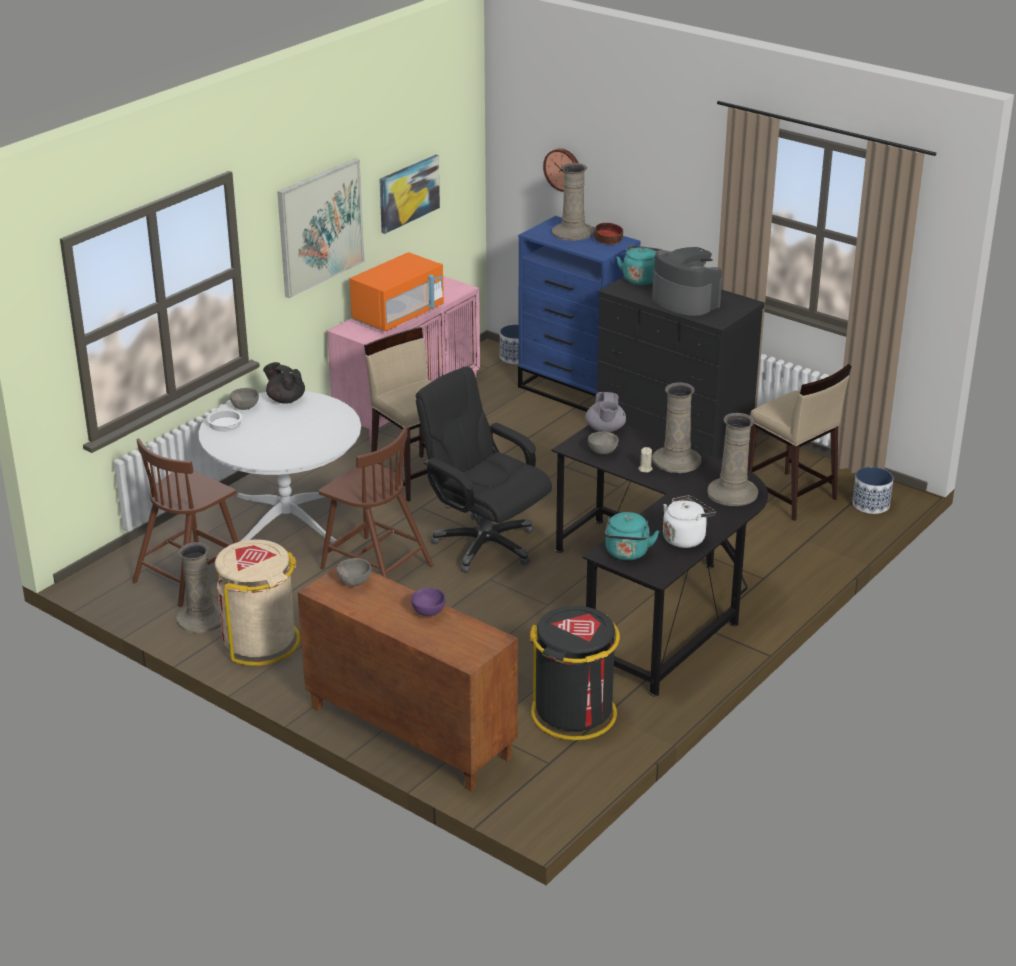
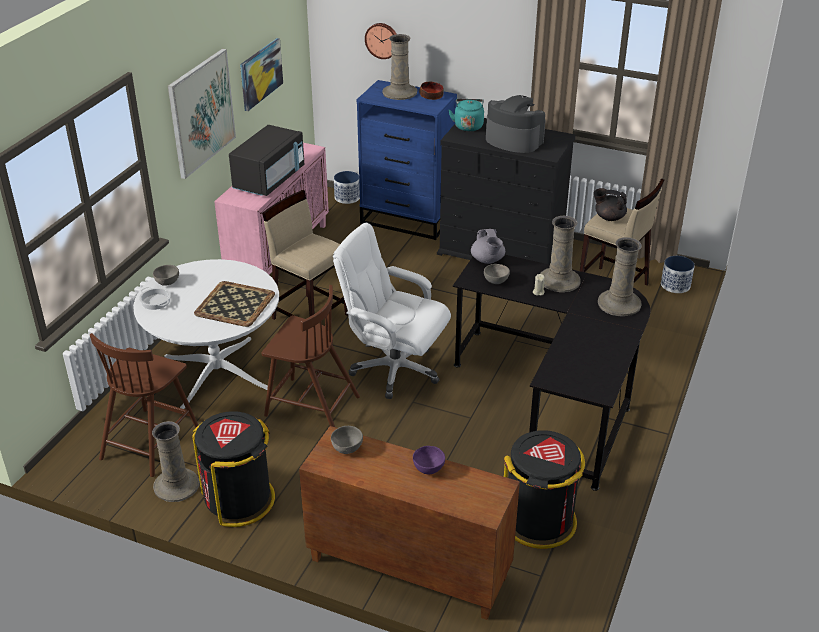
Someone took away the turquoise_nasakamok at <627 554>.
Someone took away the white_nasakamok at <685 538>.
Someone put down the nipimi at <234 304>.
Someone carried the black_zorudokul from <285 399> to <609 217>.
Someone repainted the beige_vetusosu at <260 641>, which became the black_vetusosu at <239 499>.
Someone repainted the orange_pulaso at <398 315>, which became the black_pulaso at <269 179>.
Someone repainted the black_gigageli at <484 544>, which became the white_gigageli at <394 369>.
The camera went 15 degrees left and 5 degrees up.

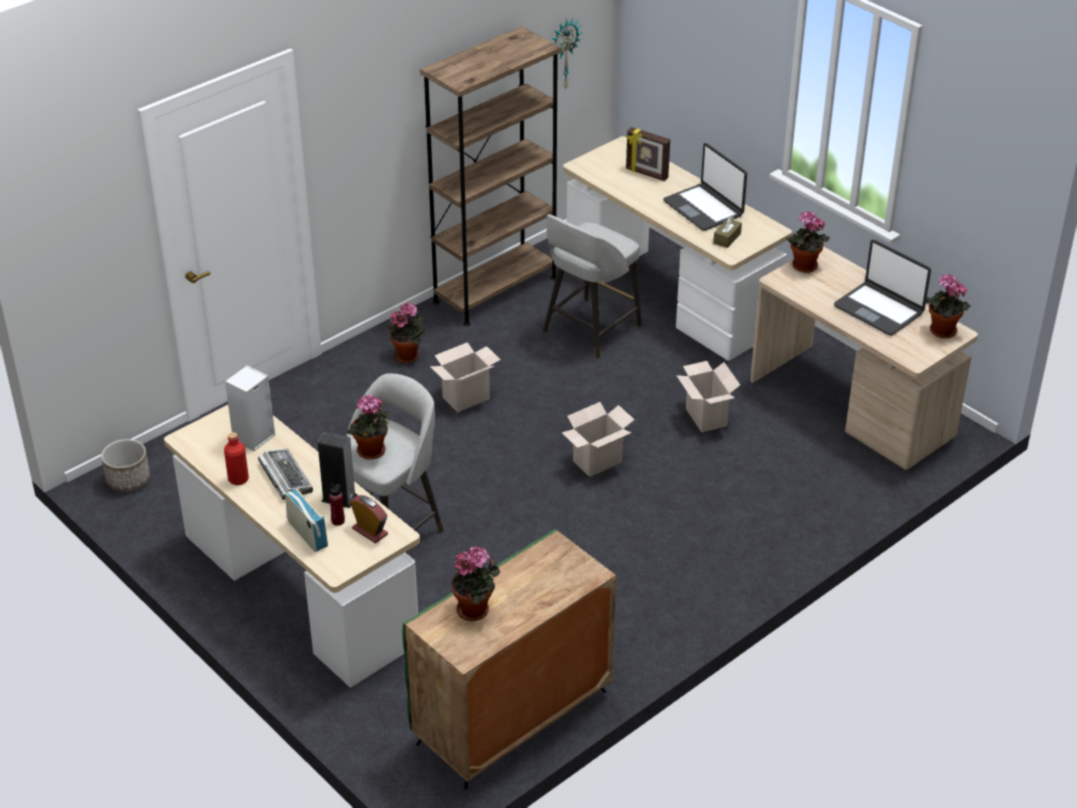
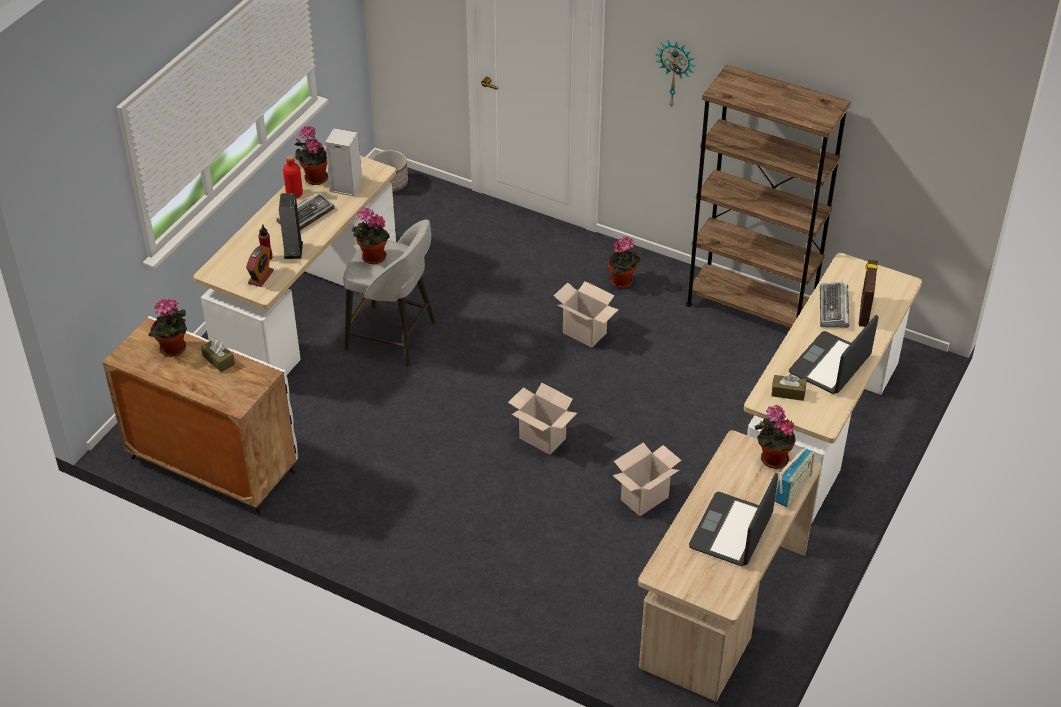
Someone took away the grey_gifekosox at <589 330>.
Someone put down the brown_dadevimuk at <218 360>.
Someone put down the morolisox at <833 309>.
Someone carried the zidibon from <307 534> to <793 489>.
Someone carried the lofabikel from <563 53> to <675 73>.
Someone carried the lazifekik from <941 332> to <314 177>.
Someone repainted the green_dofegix at <512 718>, which became the white_dofegix at <211 465>.
The camera went 70 degrees right and 5 degrees up.

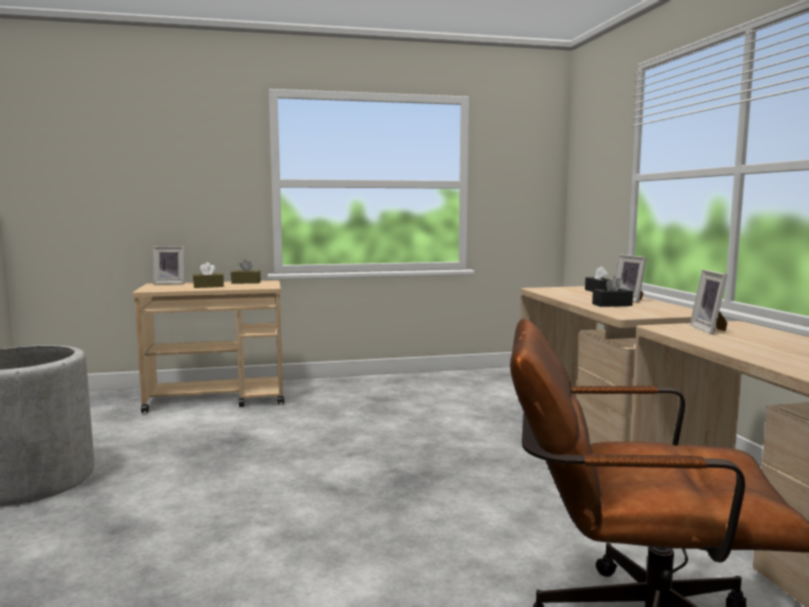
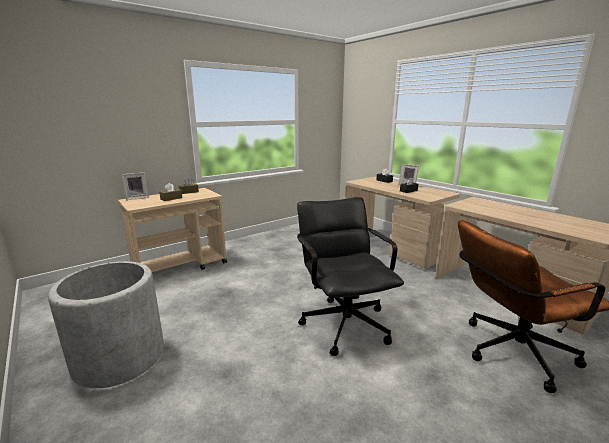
Someone took away the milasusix at <710 329>.
Someone put down the black_gigageli at <343 320>.
The camera went 25 degrees left and 10 degrees up.

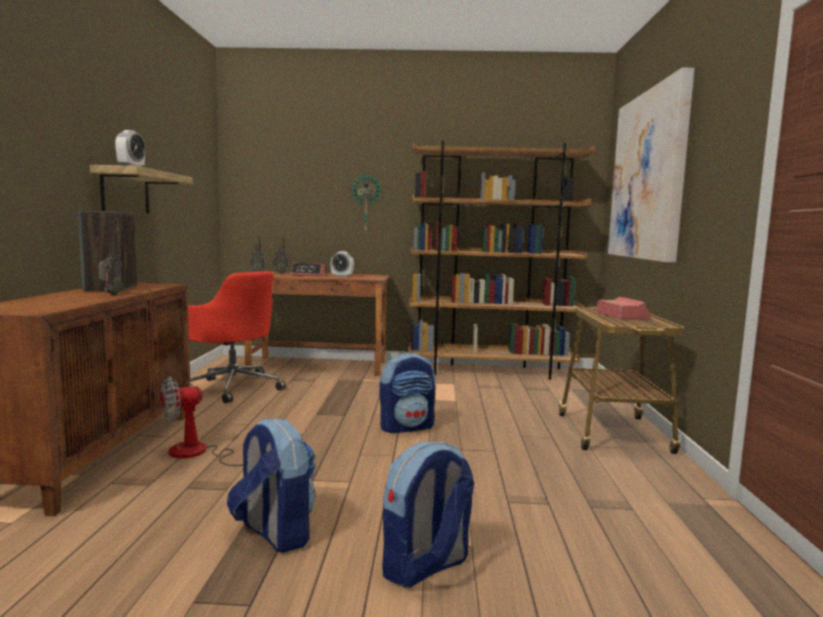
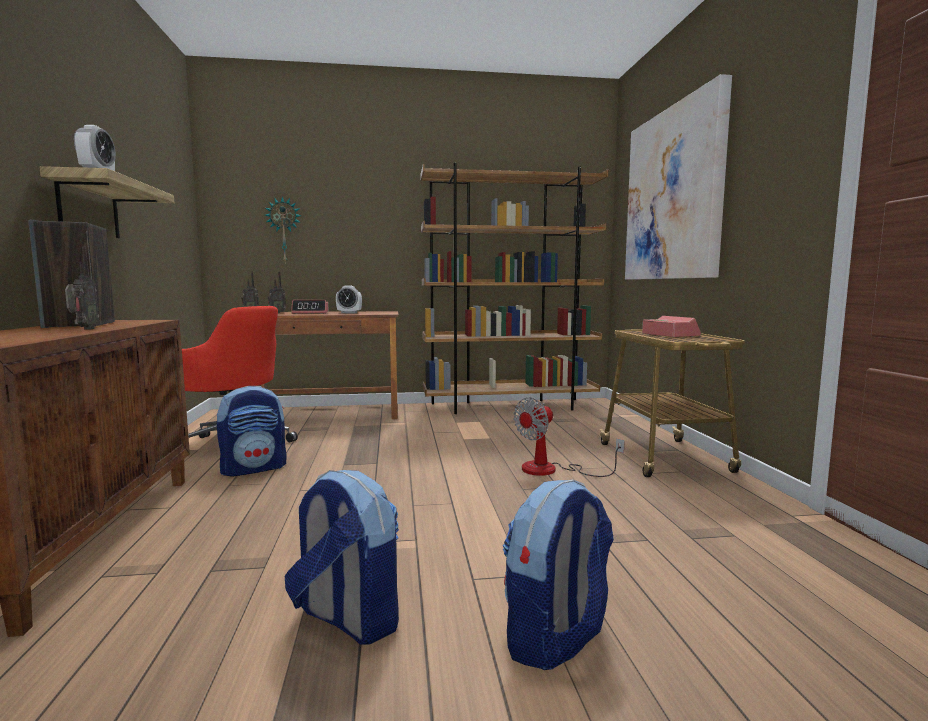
Someone carried the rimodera from <198 453> to <552 470>.
Someone carried the lofabikel from <366 203> to <284 230>.
Someone carried the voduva from <407 427> to <254 468>.
The camera went 10 degrees left and 0 degrees up.

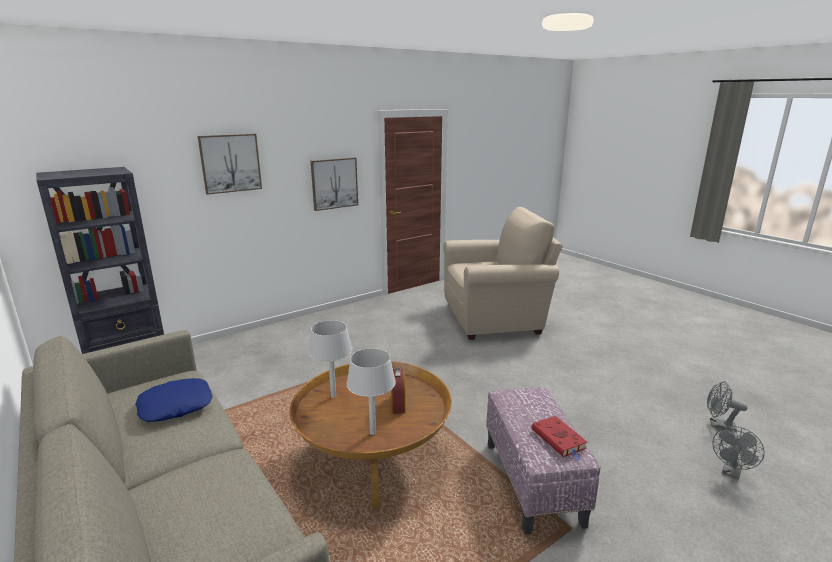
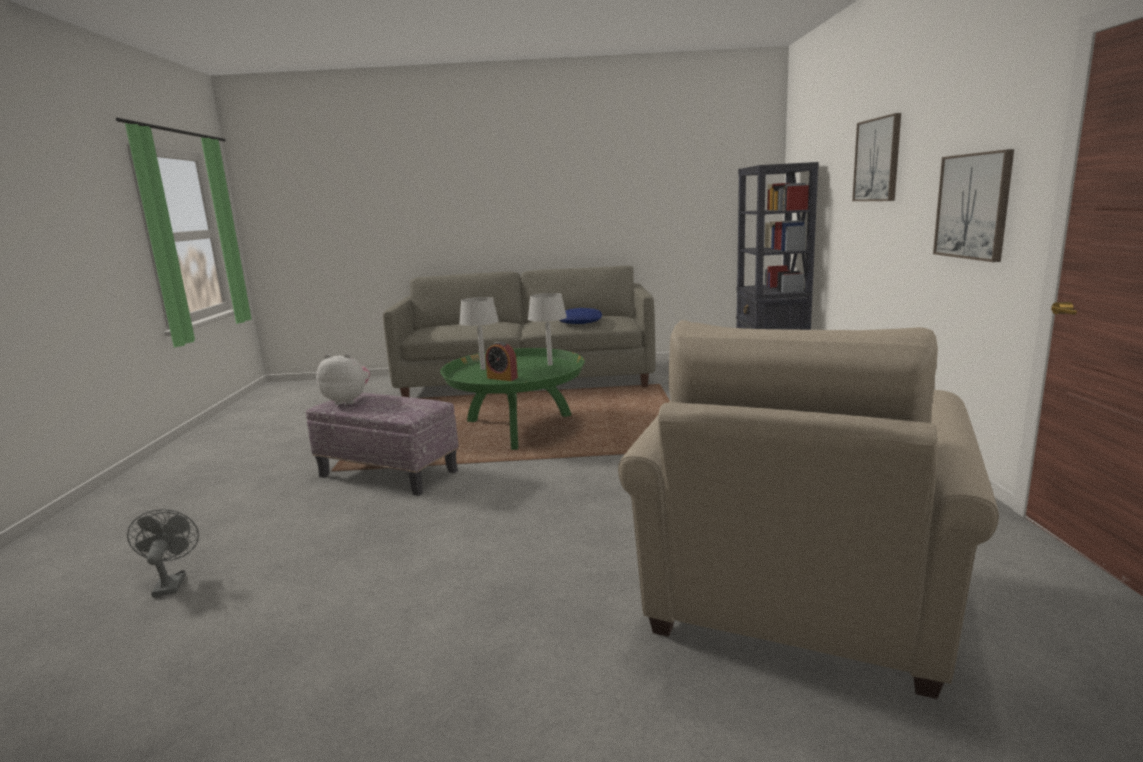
Someone took away the grey_rimodera at <718 425>.
Someone swapped the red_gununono at <559 440> for the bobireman at <348 401>.
Someone repainted the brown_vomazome at <374 460>, which became the green_vomazome at <518 428>.
The camera went 125 degrees right and 5 degrees down.

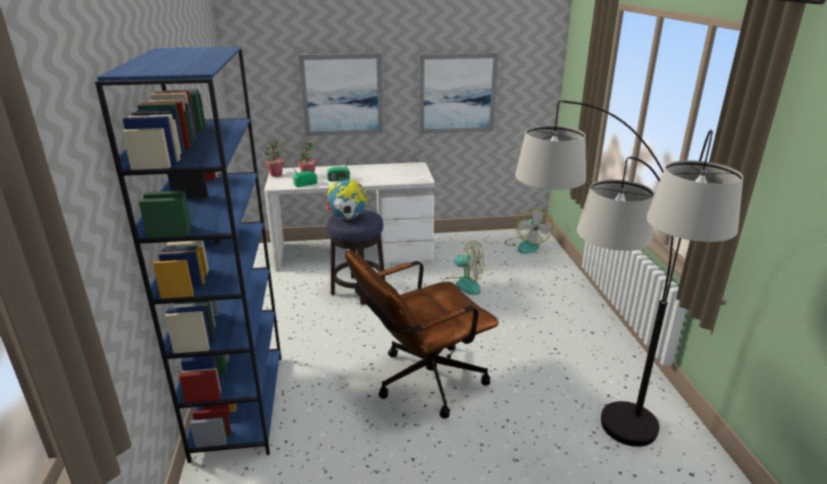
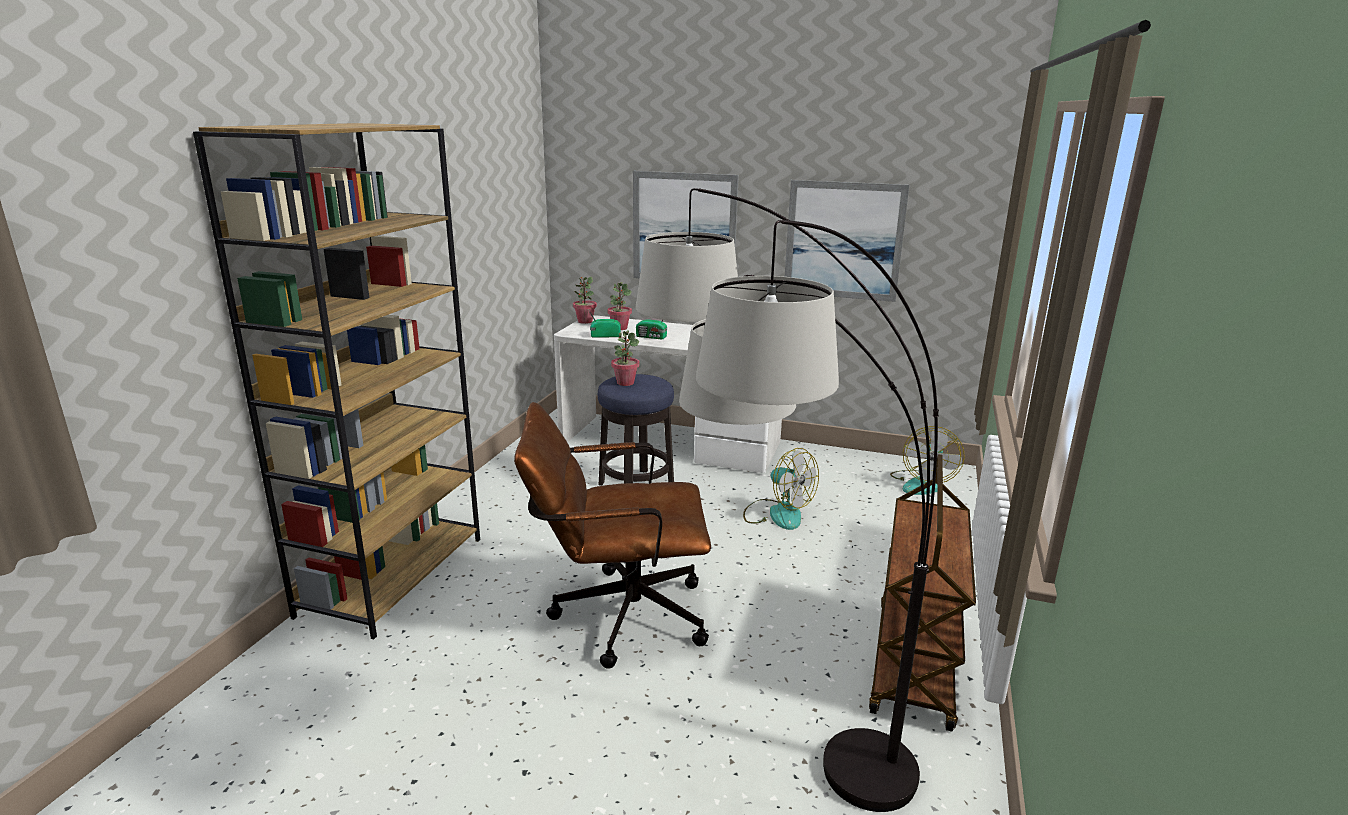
Someone put down the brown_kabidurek at <914 665>.
Someone swapped the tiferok at <347 218> for the lazifekik at <625 383>.
Someone repainted the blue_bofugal at <239 404>, which became the brown_bofugal at <393 575>.
The camera went 25 degrees right and 5 degrees down.

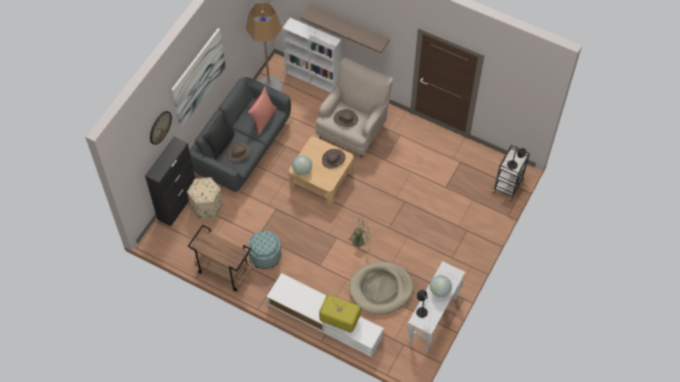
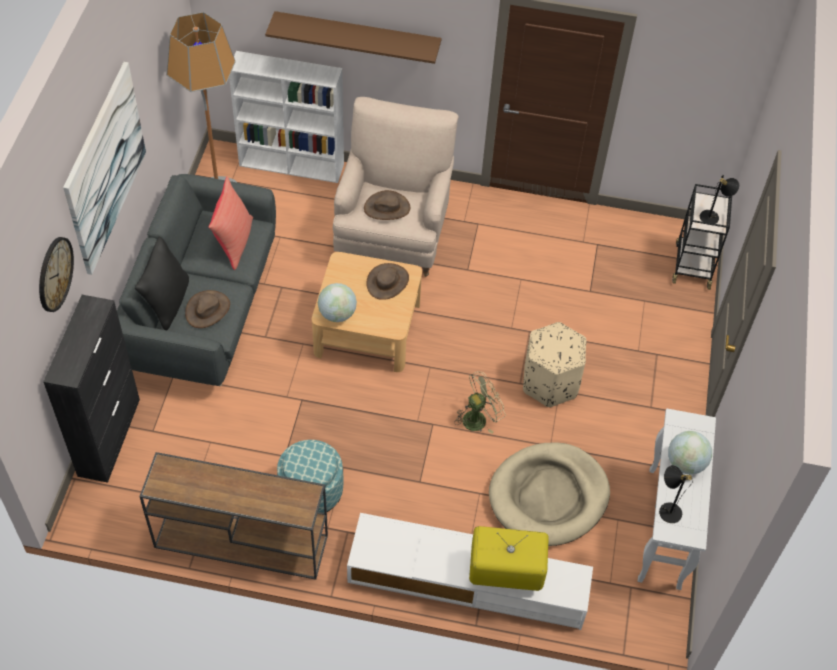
Someone carried the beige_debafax from <206 206> to <549 382>.
Someone swapped the brown_kabidurek at <223 271> for the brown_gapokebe at <239 541>.
The camera went 20 degrees left and 5 degrees down.

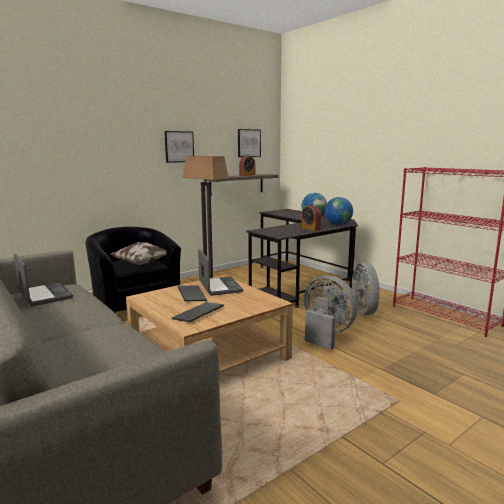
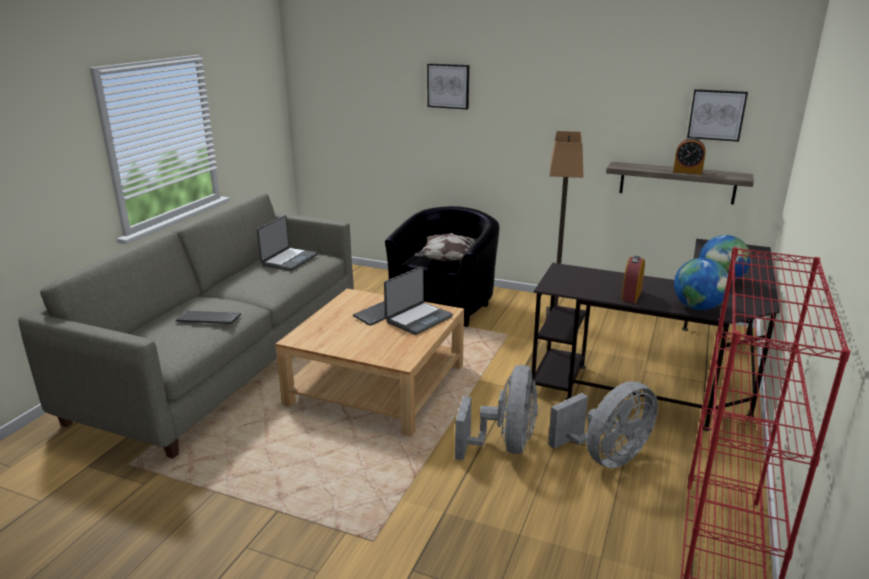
Someone carried the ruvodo from <179 146> to <448 86>.
Someone carried the morolisox from <199 314> to <207 319>.
The camera went 60 degrees right and 10 degrees up.

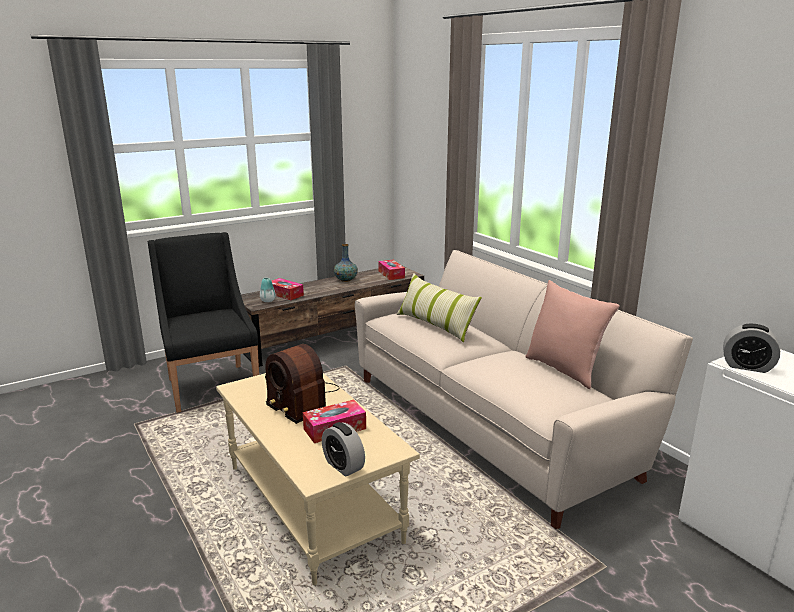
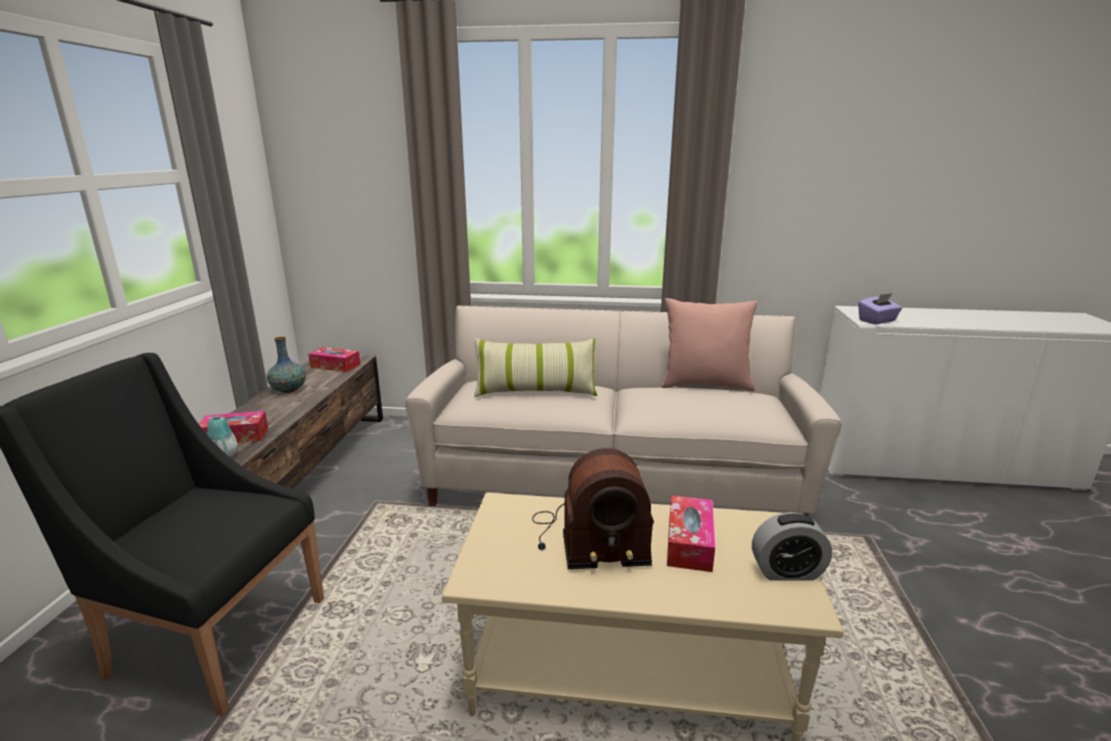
Someone swapped the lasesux at <747 366> for the purple_dadevimuk at <877 321>.
The camera went 50 degrees left and 0 degrees up.

